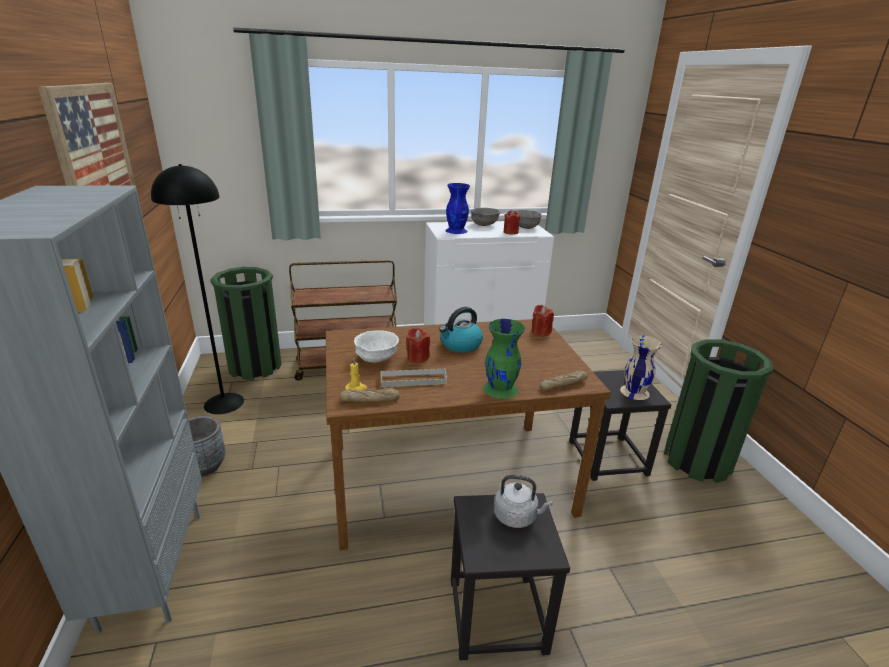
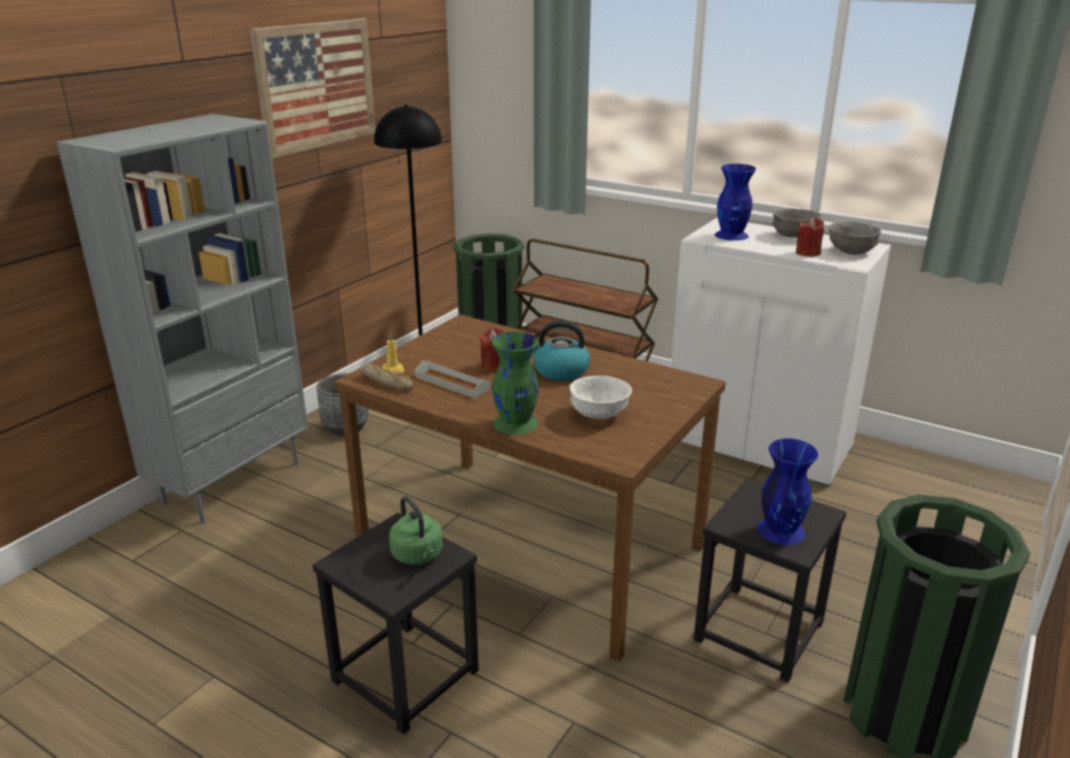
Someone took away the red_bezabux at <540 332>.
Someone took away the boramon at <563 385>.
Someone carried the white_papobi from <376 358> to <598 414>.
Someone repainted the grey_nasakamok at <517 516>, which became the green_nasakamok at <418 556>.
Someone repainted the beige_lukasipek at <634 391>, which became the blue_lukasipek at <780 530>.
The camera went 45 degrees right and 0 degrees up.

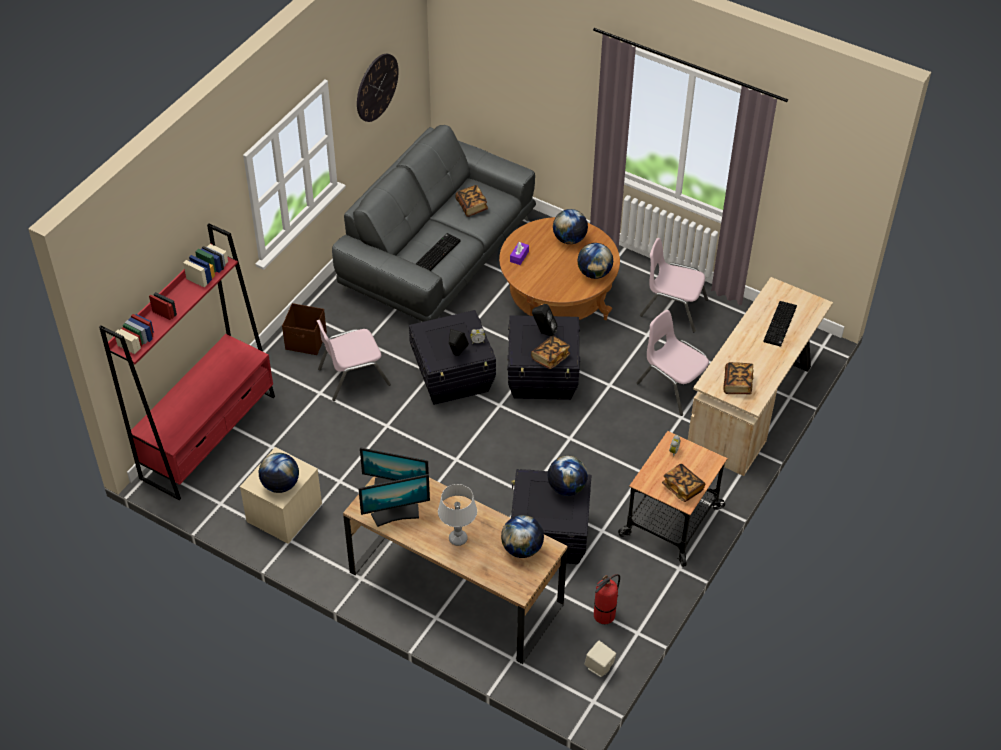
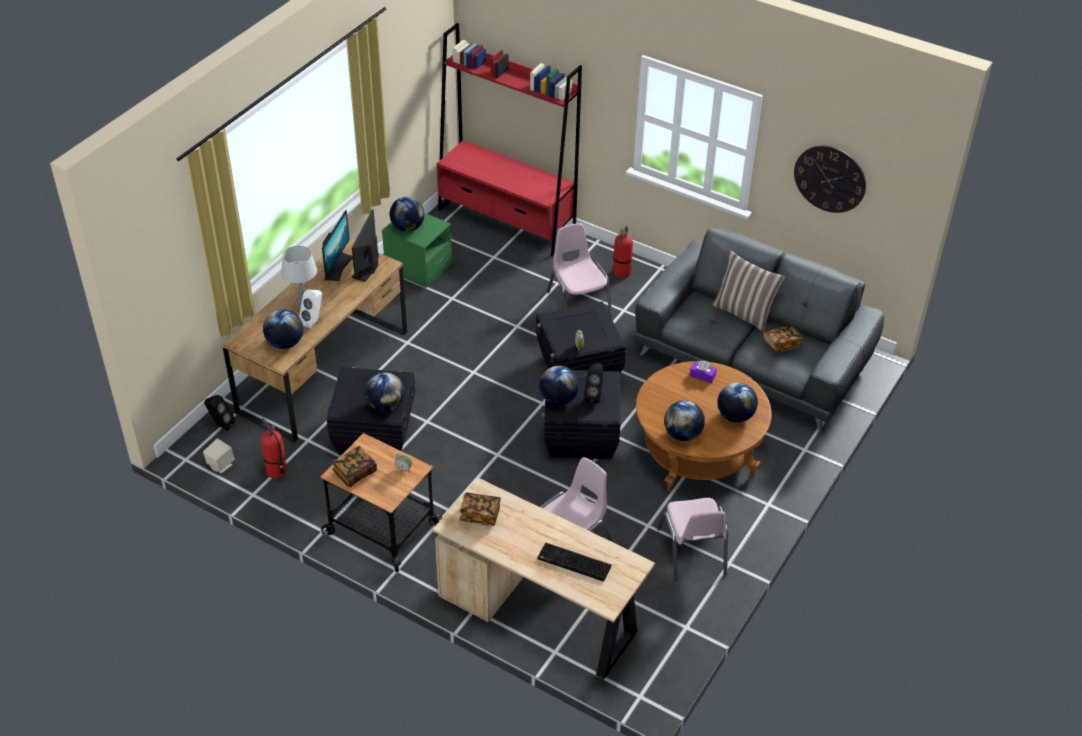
Someone took away the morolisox at <437 252>.
Someone put down the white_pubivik at <313 321>.
Someone put down the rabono at <744 313>.
Someone carried the black_pubivik from <457 354> to <221 425>.
Someone swapped the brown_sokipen at <306 341> for the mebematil at <621 272>.
Someone swapped the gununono at <550 357> for the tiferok at <558 399>.
Someone repainted the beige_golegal at <284 513>, which became the green_golegal at <418 267>.
Someone rotated the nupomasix at <395 514> by 150 degrees counterclockwise.
Someone rotated the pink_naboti at <673 308> by 150 degrees clockwise.
The camera went 90 degrees right and 5 degrees down.

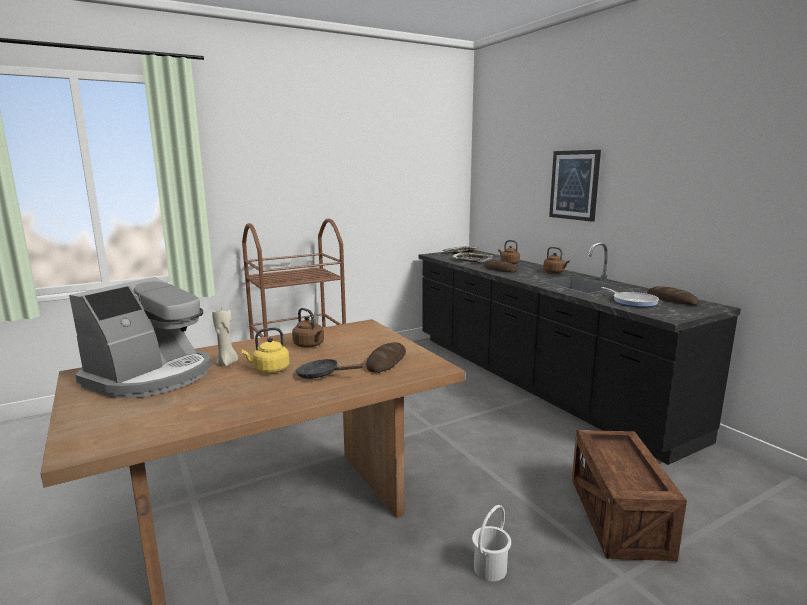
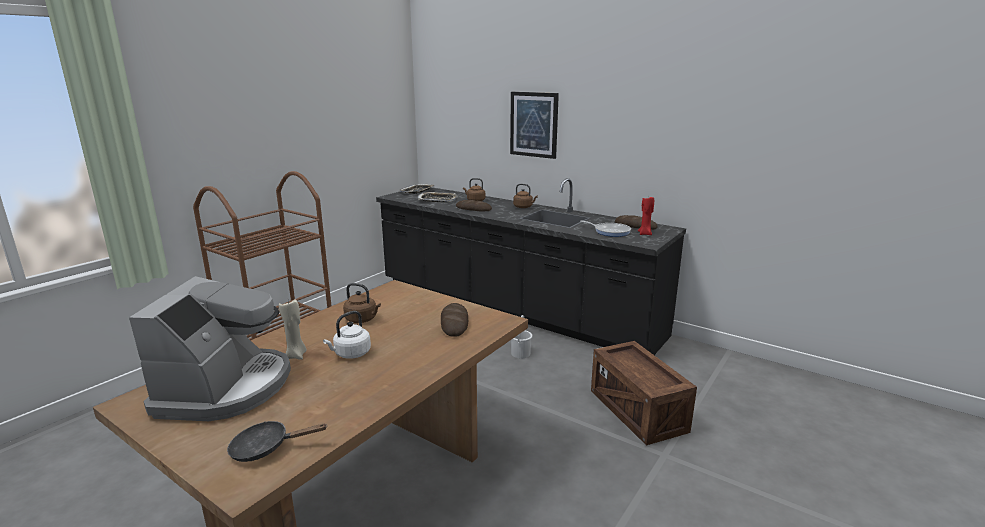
Someone put down the red_bezabux at <645 234>.
Someone carried the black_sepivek from <322 375> to <266 448>.
Someone carried the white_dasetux from <490 569> to <521 353>.
Someone repainted the yellow_nasakamok at <269 370>, which became the white_nasakamok at <350 354>.
The camera went 25 degrees left and 5 degrees up.

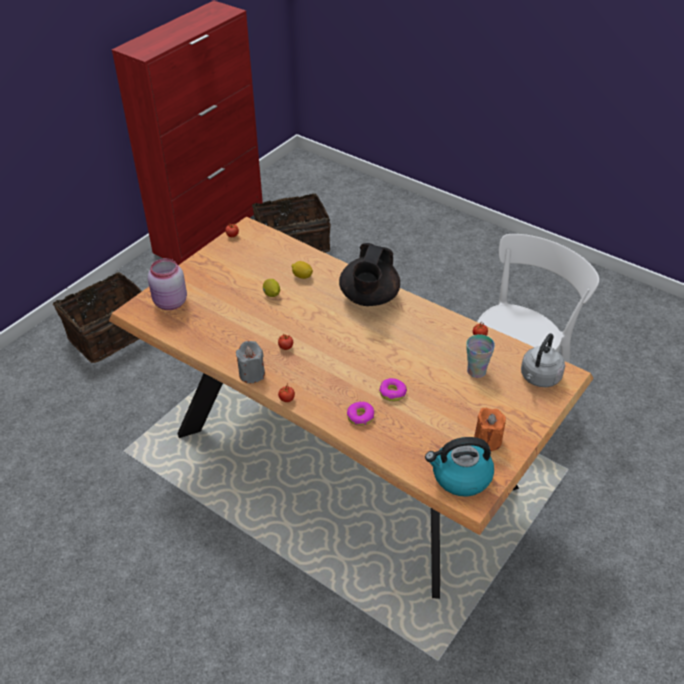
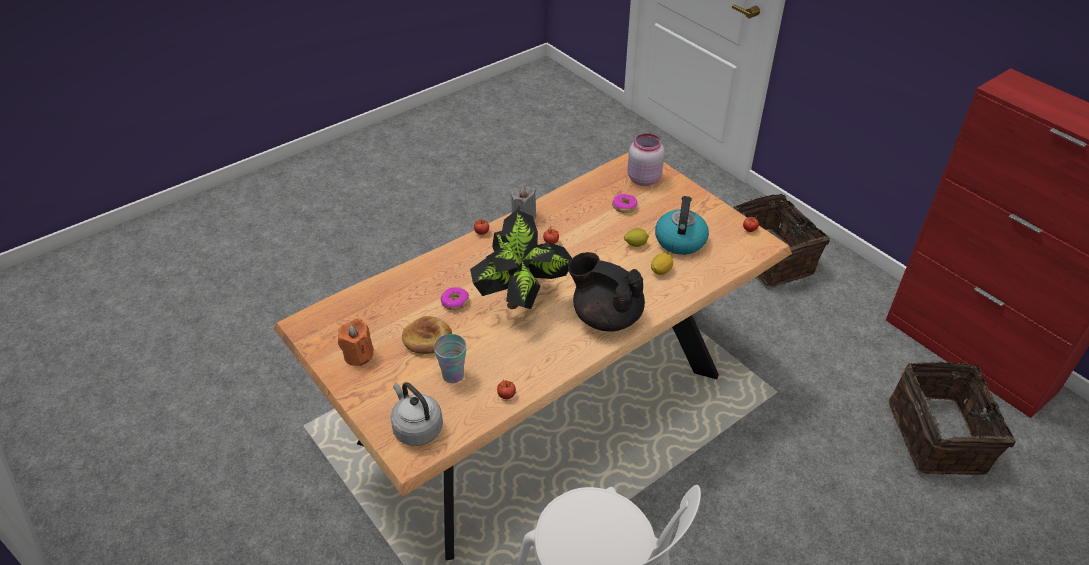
Someone put down the boramon at <427 338>.
Someone put down the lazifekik at <522 299>.
Someone carried the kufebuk from <360 417> to <624 206>.
Someone carried the nasakamok from <460 477> to <680 240>.
The camera went 105 degrees right and 0 degrees up.

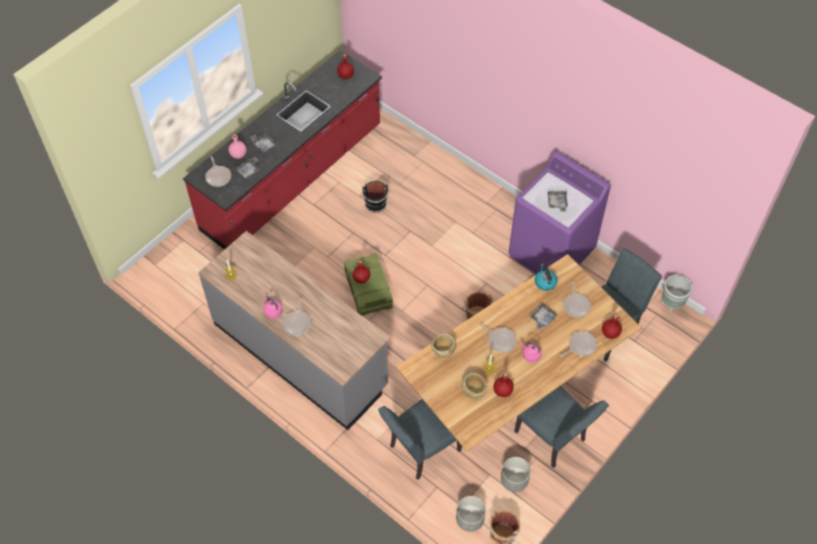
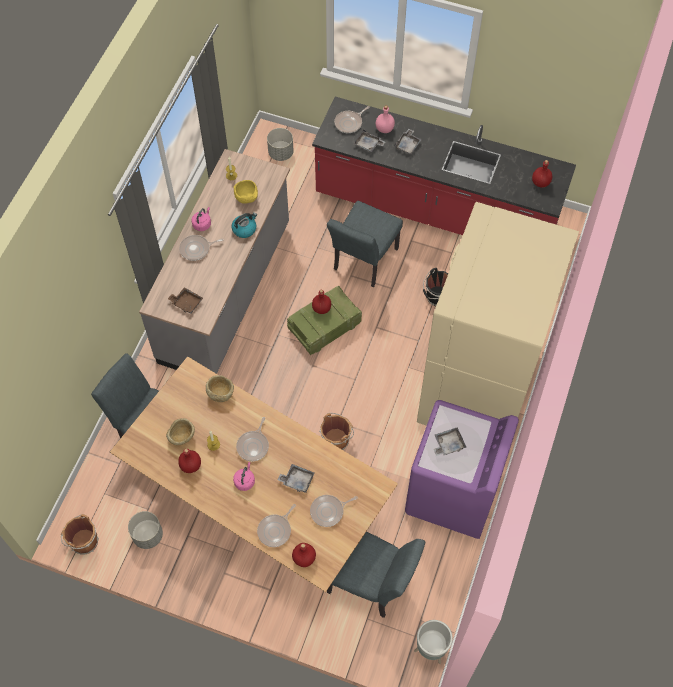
Someone put down the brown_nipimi at <186 303>.
Someone put down the yellow_papobi at <247 198>.
Someone put down the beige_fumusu at <477 388>.
Someone carried the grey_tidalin from <469 519> to <281 153>.
Someone carried the grey_naboti from <553 439> to <363 262>.
Someone carried the nasakamok from <545 282> to <244 229>.
Someone rotated the sepivek at <581 346> by 90 degrees clockwise.
The camera went 70 degrees right and 5 degrees up.

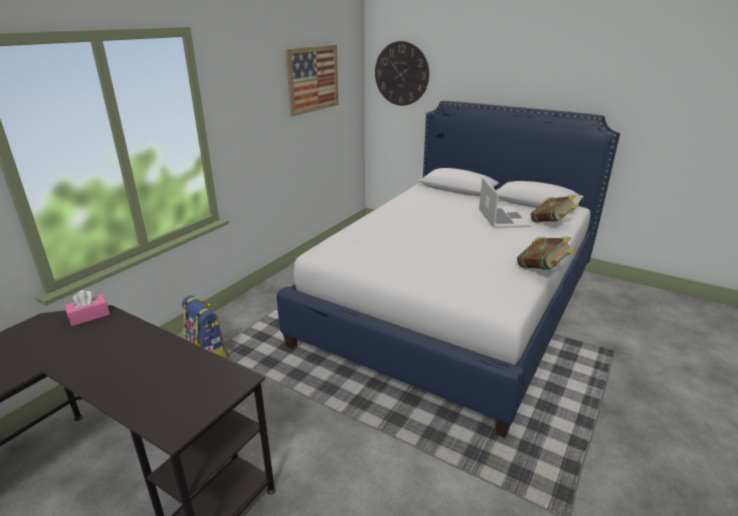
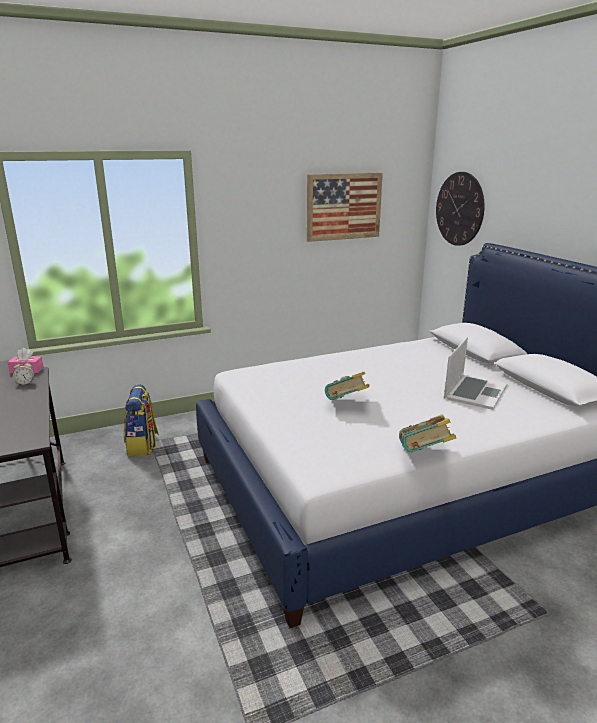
Someone put down the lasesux at <25 383>.
Someone carried the gununono from <551 224> to <347 404>.
The camera went 35 degrees right and 5 degrees down.

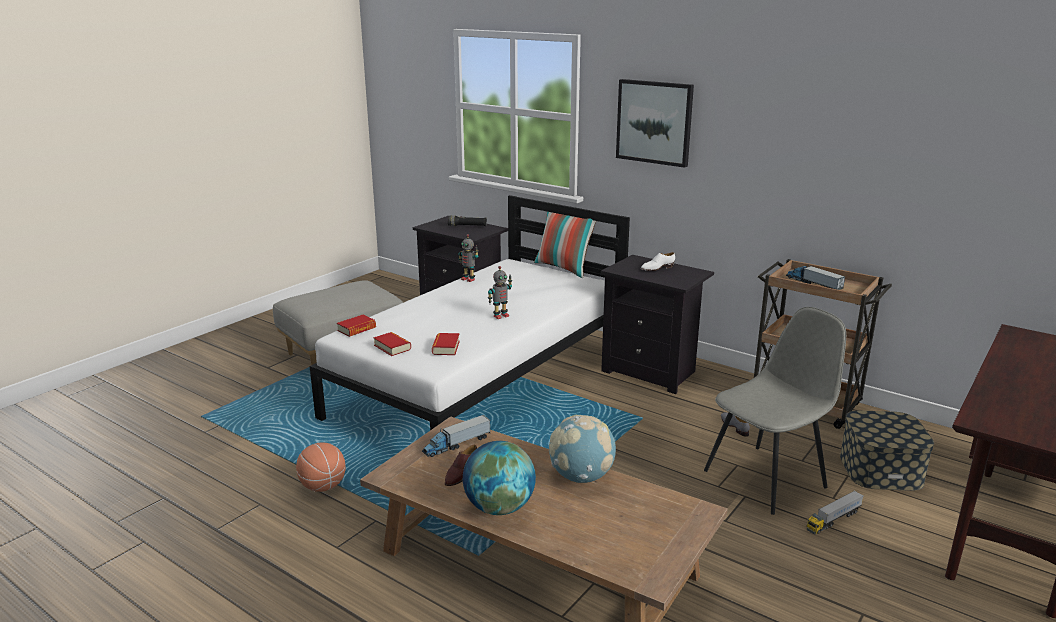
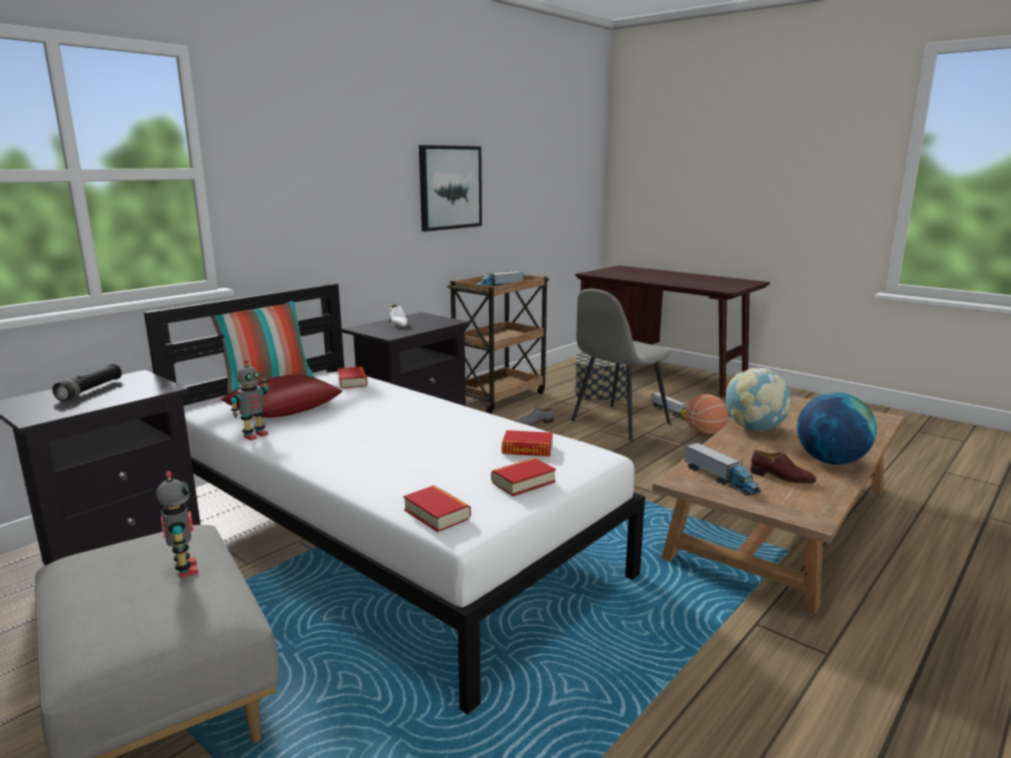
Someone put down the red_rabono at <284 406>.
Someone put down the gununono at <352 381>.
Someone carried the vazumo from <323 486> to <704 432>.
Someone carried the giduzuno from <500 316> to <184 570>.
Someone carried the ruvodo from <654 122> to <449 187>.
Someone rotated the grey_naboti at <767 478> by 105 degrees counterclockwise.
The camera went 85 degrees left and 5 degrees down.

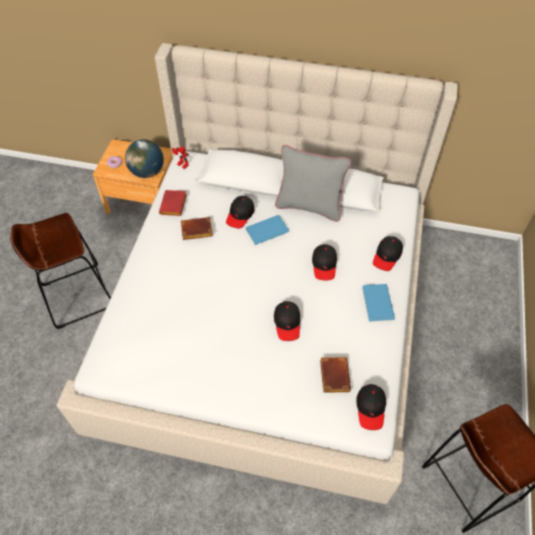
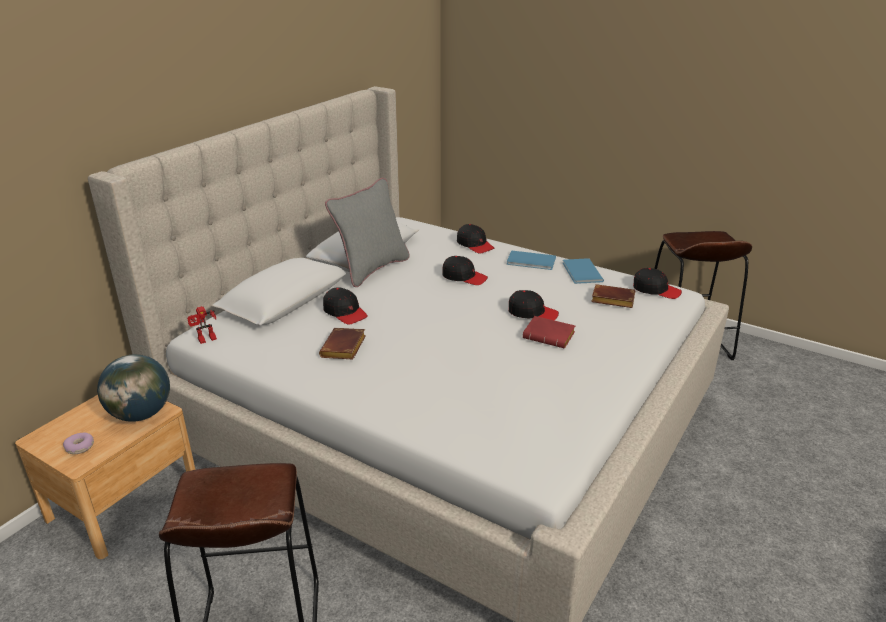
Someone carried the red_gununono from <174 206> to <550 336>.
Someone carried the blue_gununono from <265 230> to <581 272>.
The camera went 70 degrees left and 25 degrees down.

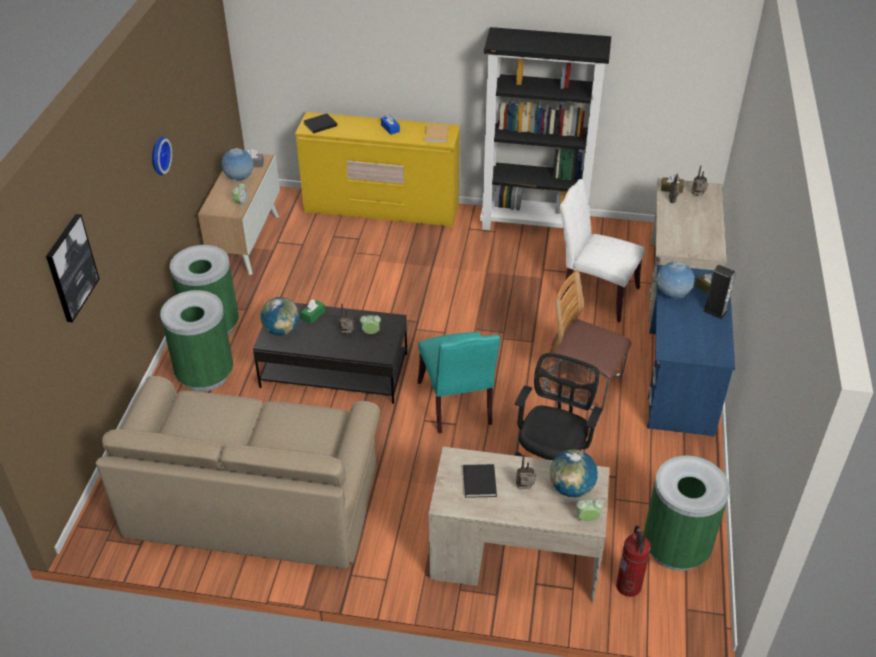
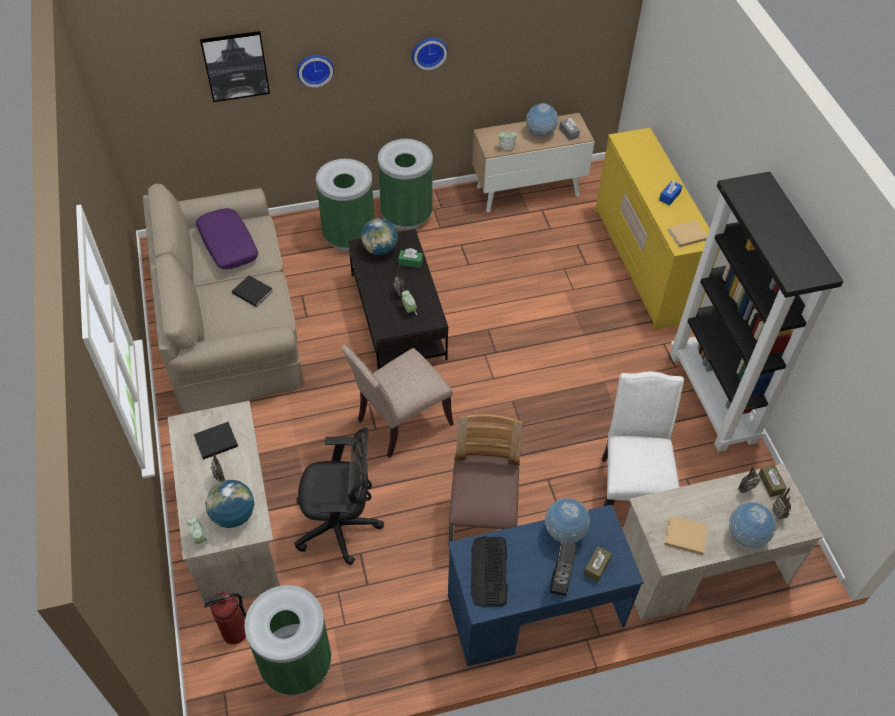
Someone put down the purple_rabono at <227 245>.
Someone put up the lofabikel at <314 68>.
Someone put down the morolisox at <489 572>.
Someone put down the beige_gununono at <684 535>.
Someone put down the tiferok at <745 536>.
Someone carried the black_gununono from <319 125> to <251 291>.
Someone repainted the turquoise_naboti at <457 405>, which became the beige_naboti at <400 422>.
The camera went 65 degrees right and 10 degrees up.

